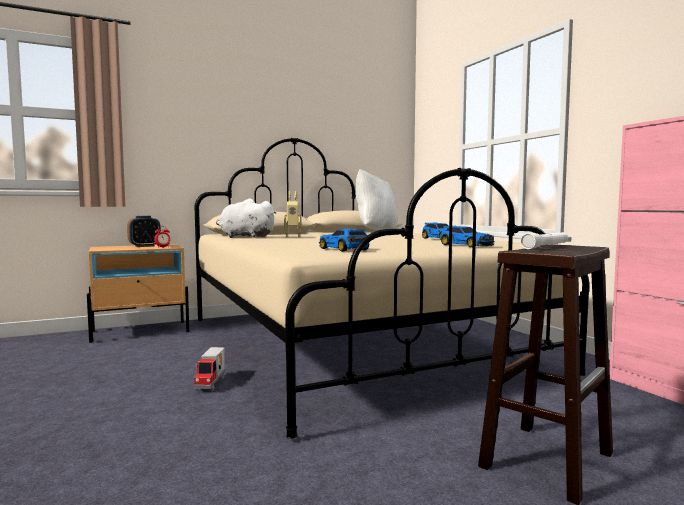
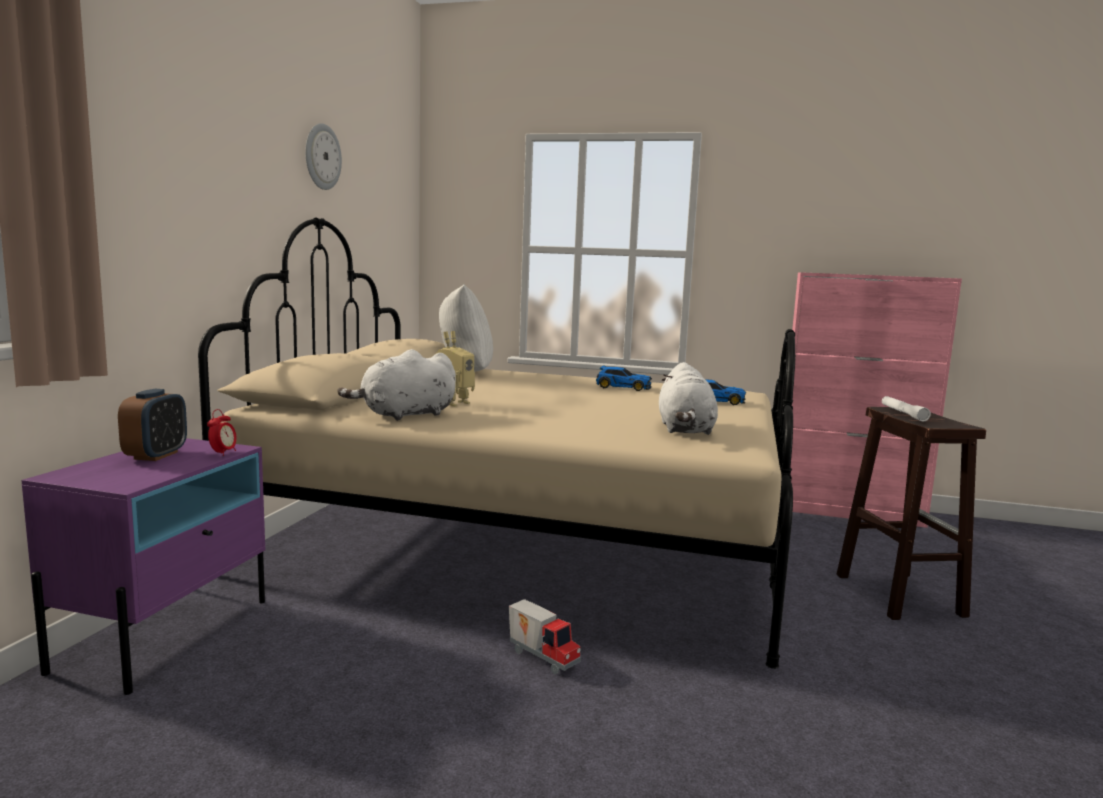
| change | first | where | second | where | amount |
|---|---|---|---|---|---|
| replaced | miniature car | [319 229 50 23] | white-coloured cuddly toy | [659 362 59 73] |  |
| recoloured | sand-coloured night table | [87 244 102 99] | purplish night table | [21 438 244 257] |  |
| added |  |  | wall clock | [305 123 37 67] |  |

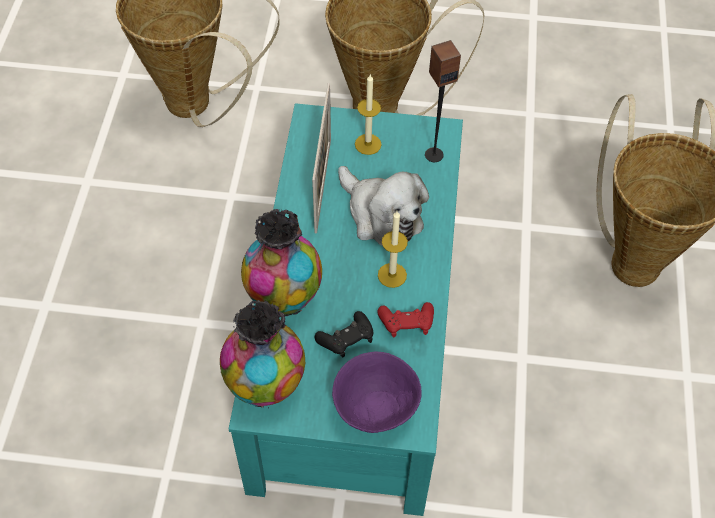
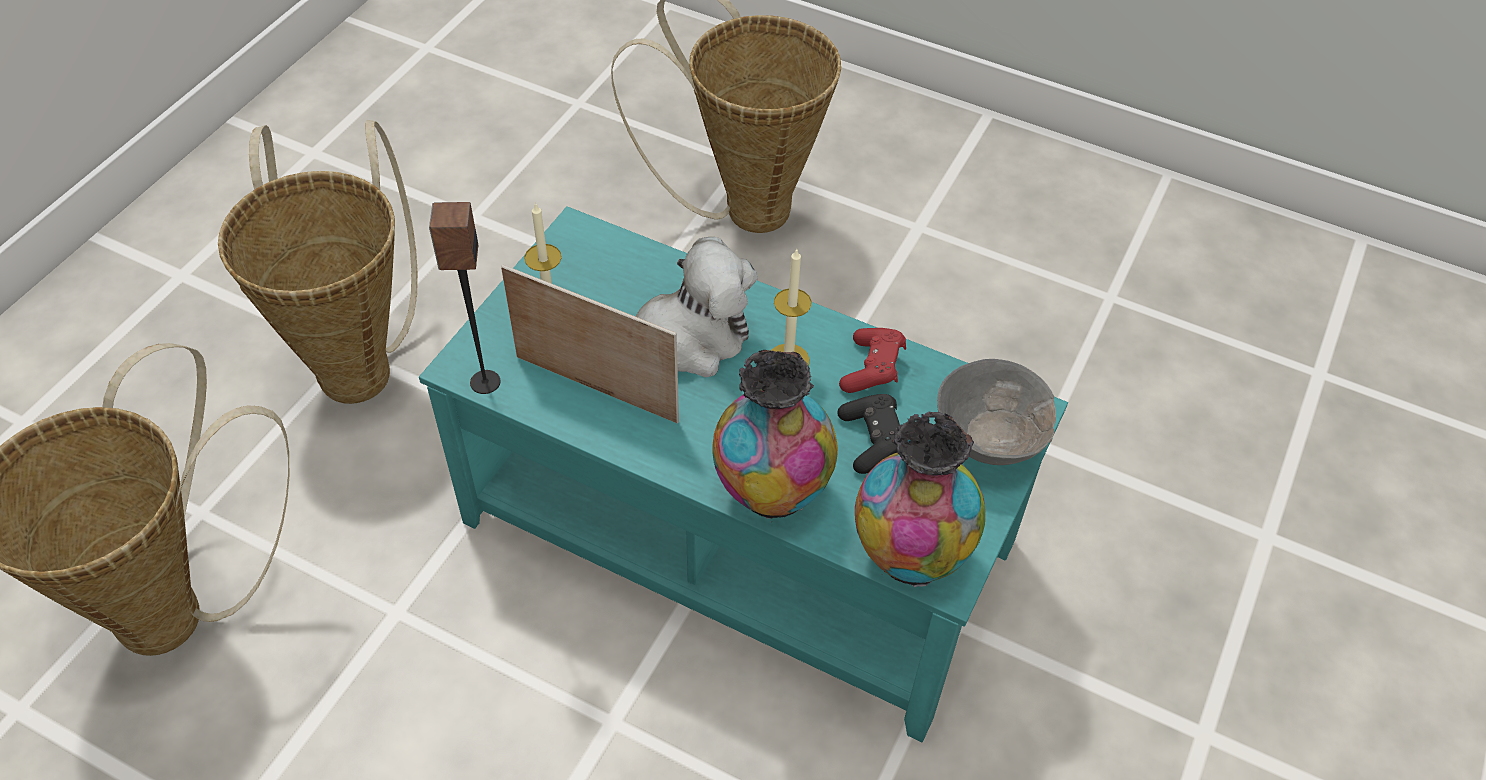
| change | first | where | second | where | amount |
|---|---|---|---|---|---|
| moved | audio speaker | [425 40 36 122] |  | [429 202 72 192] |  |
| recoloured | purplish serving bowl | [332 351 90 82] | gray serving bowl | [937 359 119 106] |  |

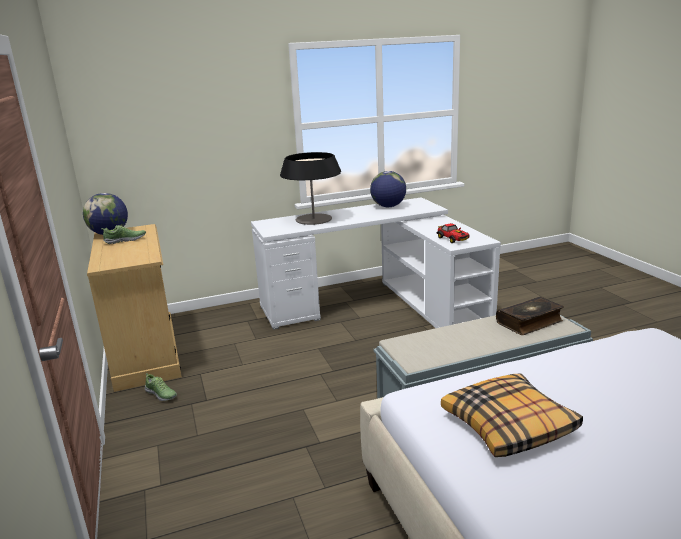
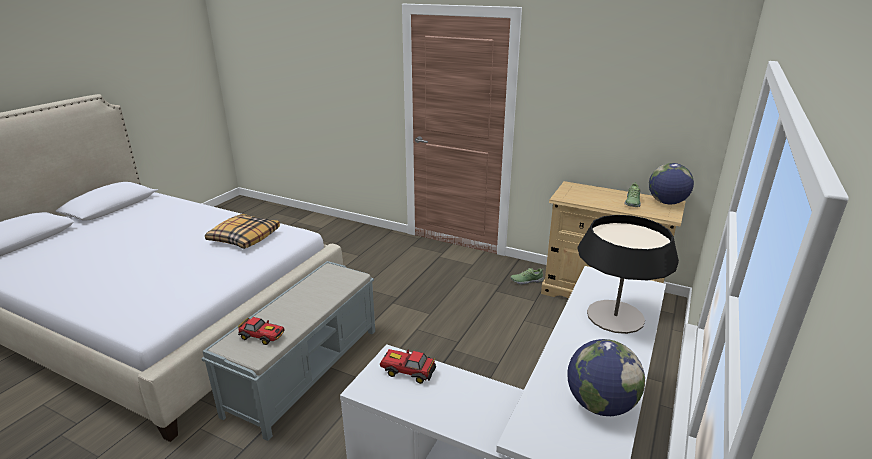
| change | first | where | second | where | amount |
|---|---|---|---|---|---|
| replaced | bound book | [496 297 68 38] | miniature car | [238 317 47 28] |  |

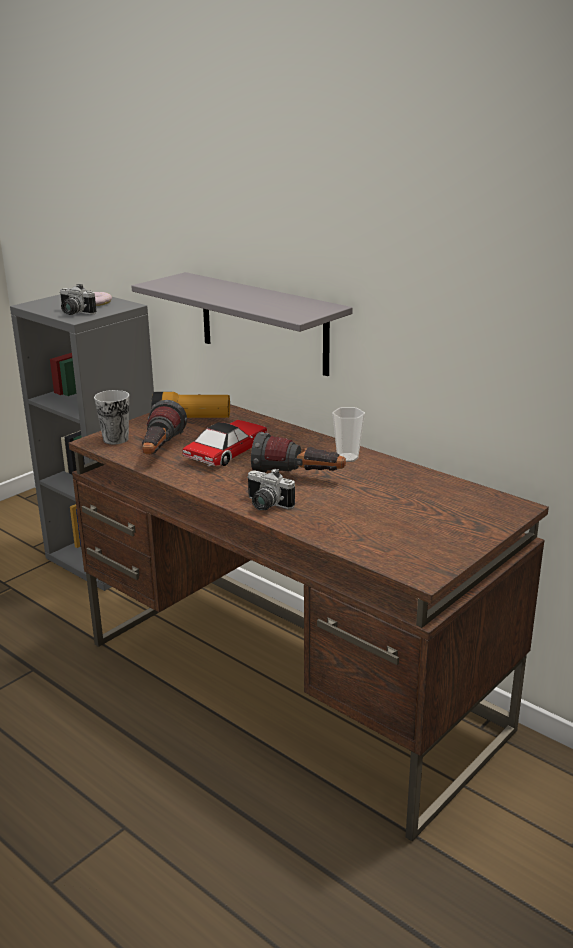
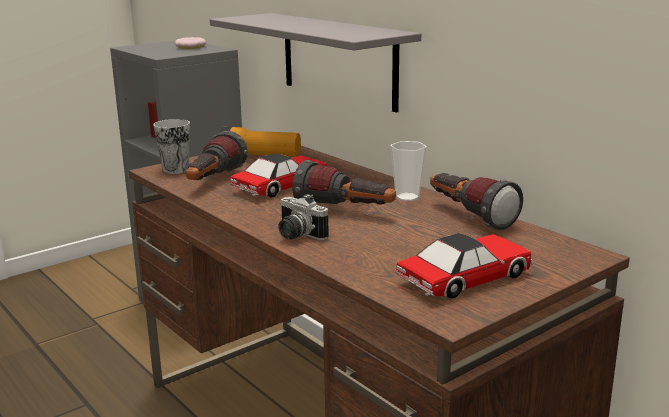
| change | first | where | second | where | amount |
|---|---|---|---|---|---|
| removed | photo camera | [59 284 37 31] |  |  |  |
| added |  |  | hand torch | [430 173 93 57] |  |
| added |  |  | miniature car | [396 233 138 66] |  |

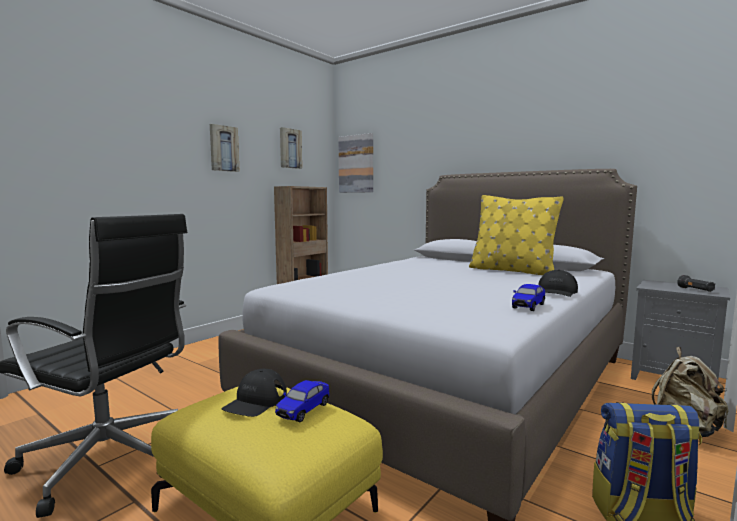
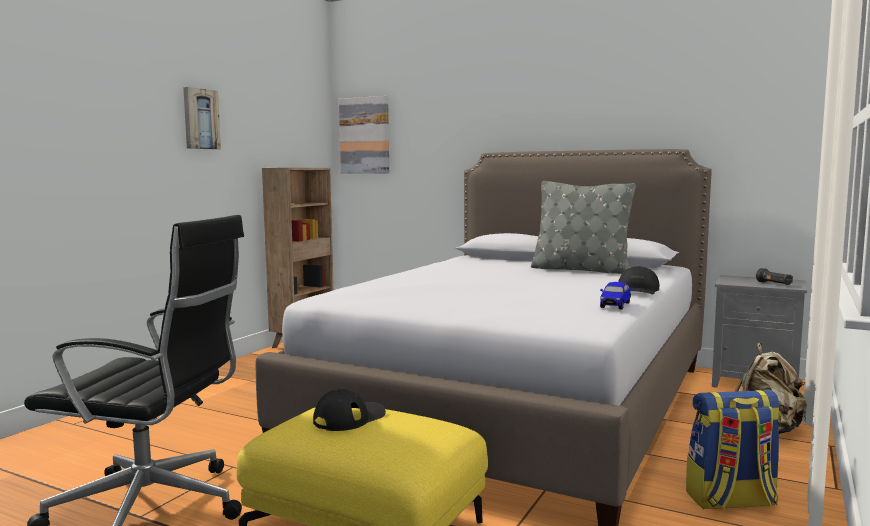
| change | first | where | second | where | amount |
|---|---|---|---|---|---|
| removed | wall picture | [280 127 22 42] |  |  |  |
| recoloured | yellow throw pillow | [469 195 95 80] | gray throw pillow | [531 181 105 93] |  |
| turned | black-coloured peaked cap | [222 369 65 48] |  | [313 389 73 42] | 150 degrees counterclockwise |
| removed | miniature car | [275 380 54 43] |  |  |  |

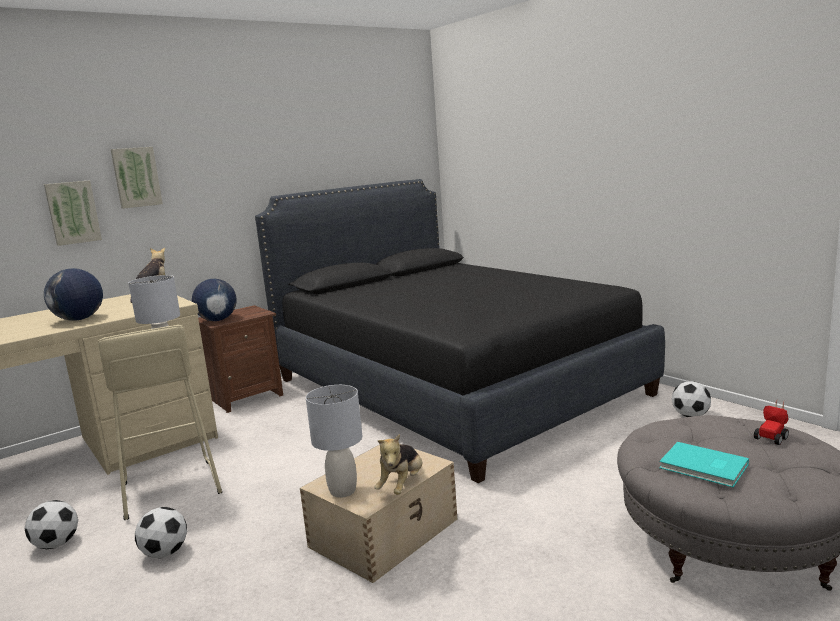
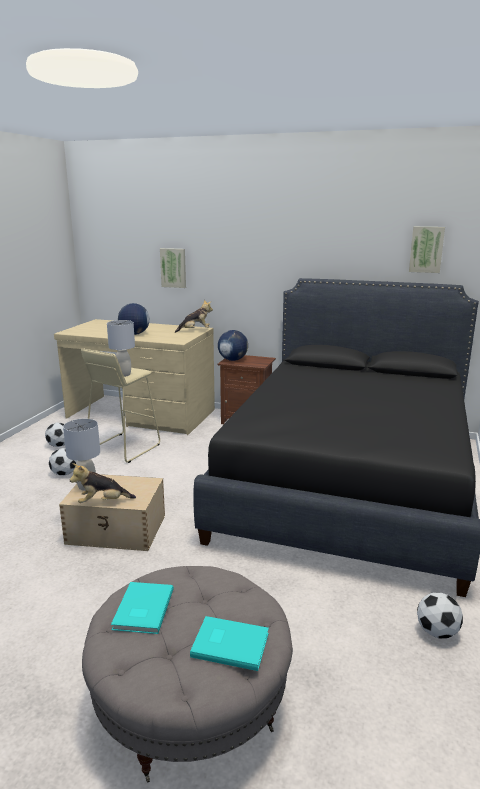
| change | first | where | second | where | amount |
|---|---|---|---|---|---|
| moved | wall picture | [110 147 53 62] |  | [409 227 36 46] |  |
| replaced | miniature car | [754 401 35 44] | turquoise-coloured bound book | [190 616 79 55] |  |

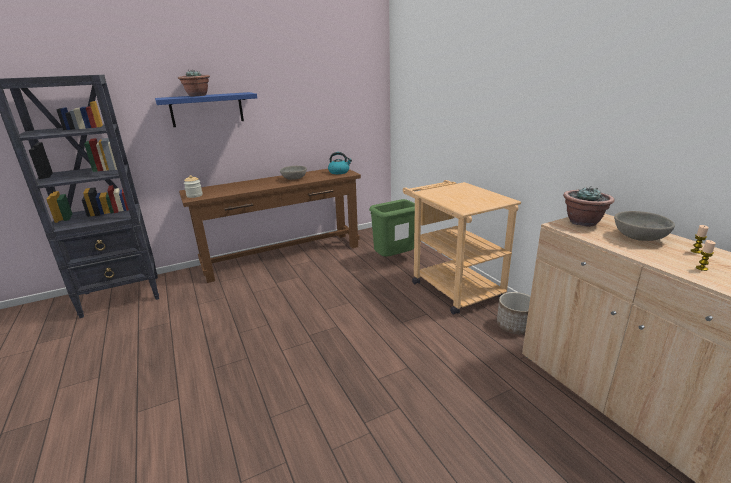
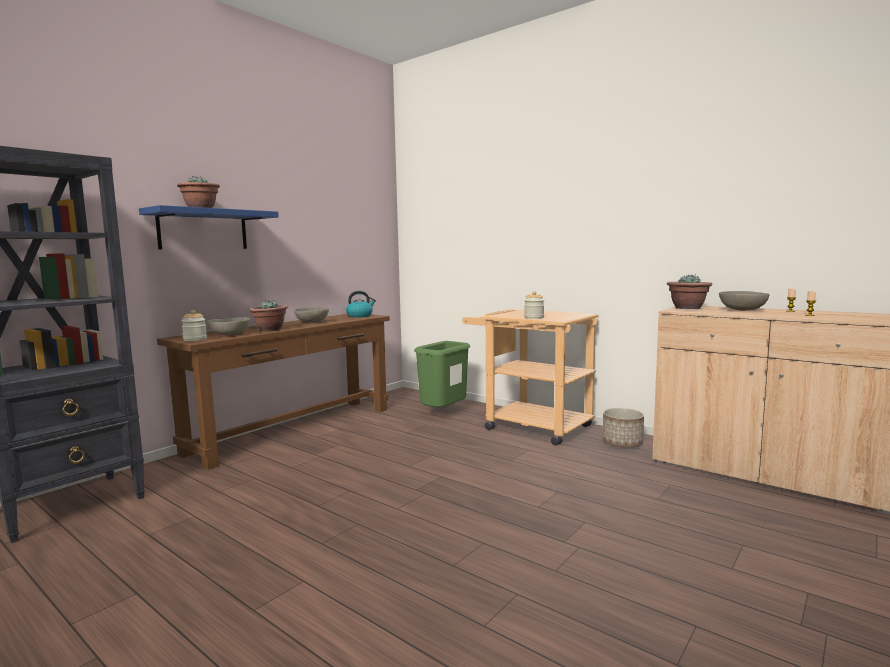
| change | first | where | second | where | amount |
|---|---|---|---|---|---|
| added |  |  | storage jar | [524 291 20 28] |  |
| added |  |  | plant in a pot | [249 300 39 31] |  |
| added |  |  | gray serving bowl | [208 317 43 19] |  |

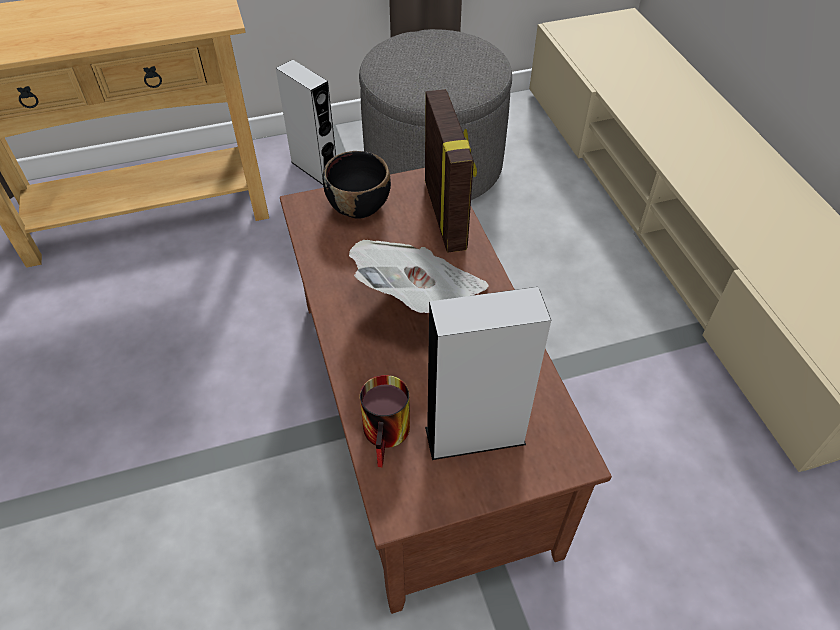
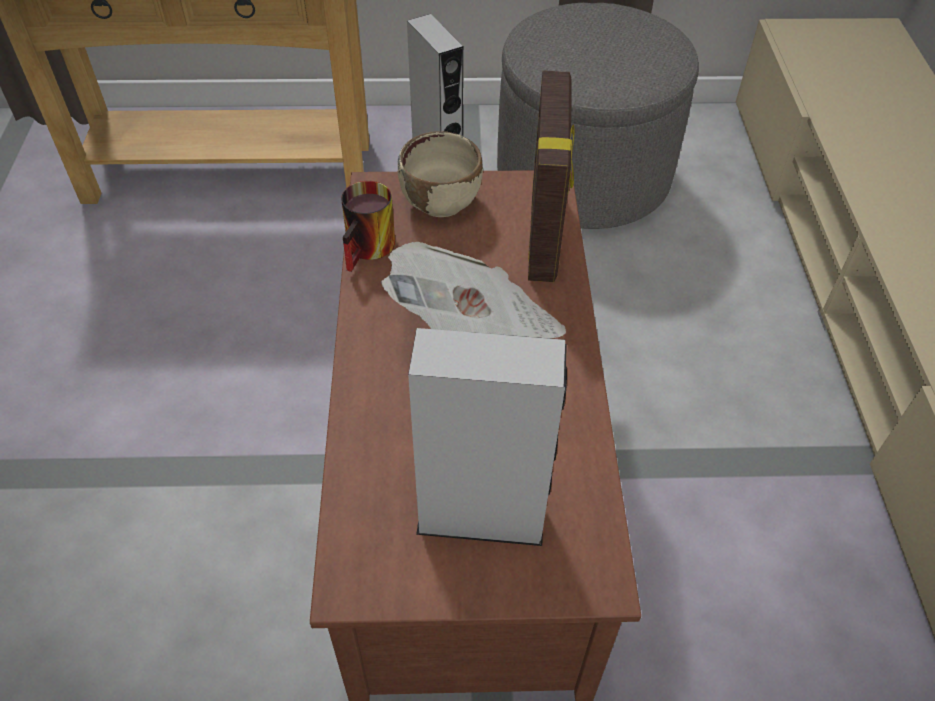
| change | first | where | second | where | amount |
|---|---|---|---|---|---|
| recoloured | black-coloured serving bowl | [323 151 68 68] | sand-coloured serving bowl | [398 131 85 86] |  |
| moved | coffee mug | [360 375 50 92] |  | [341 181 54 91] |  |

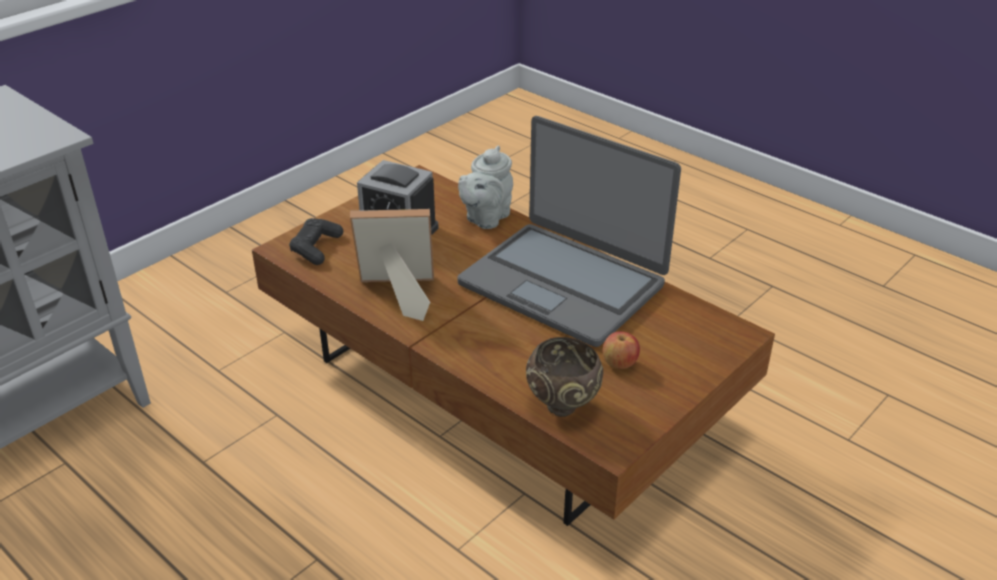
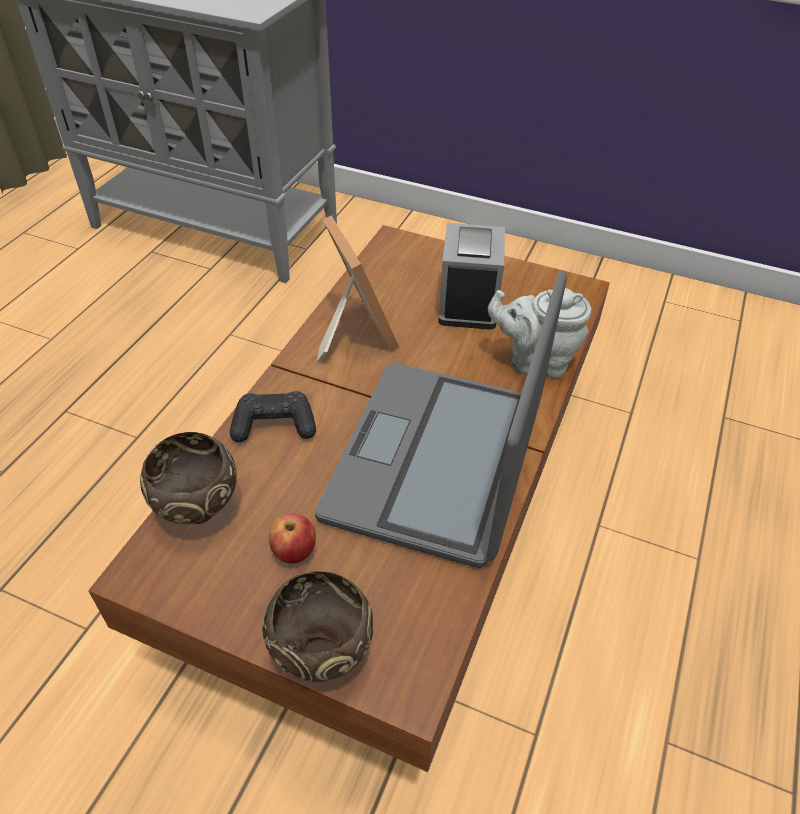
| change | first | where | second | where | amount |
|---|---|---|---|---|---|
| moved | black-coloured game controller | [289 218 54 47] |  | [230 391 86 51] |  |
| added |  |  | brownish serving bowl | [262 571 111 111] |  |

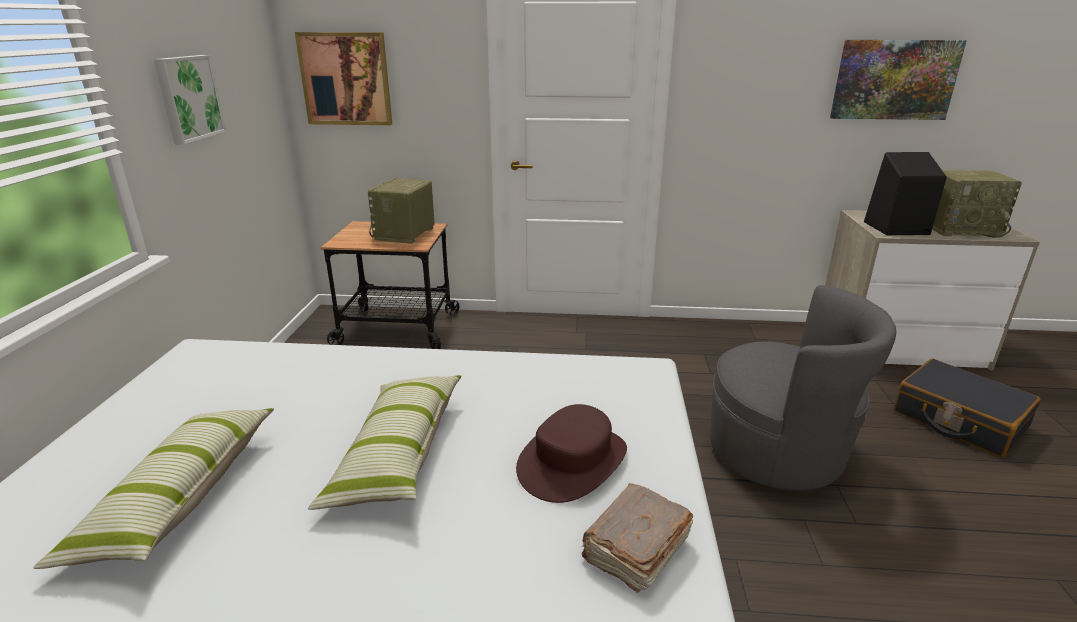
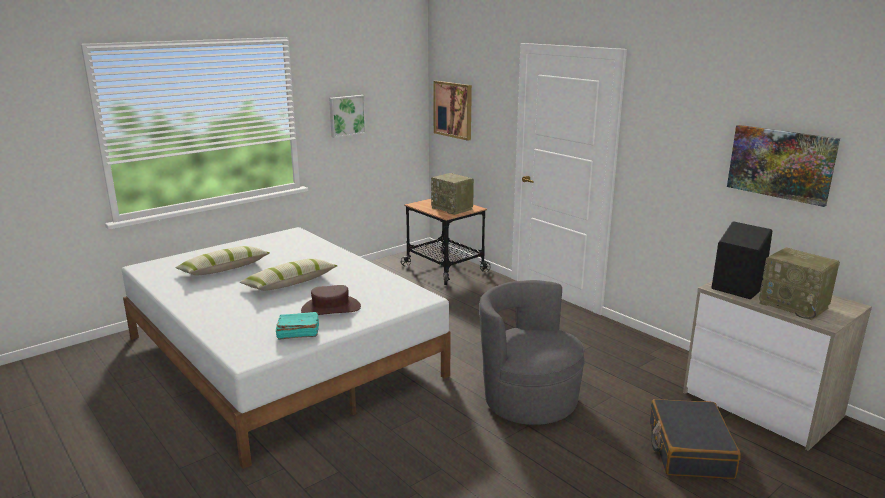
| change | first | where | second | where | amount |
|---|---|---|---|---|---|
| turned | radio | [368 178 67 66] |  | [431 173 43 42] | 105 degrees counterclockwise |
| turned | gray lounge chair | [710 285 186 206] |  | [479 280 106 145] | 150 degrees clockwise |
| recoloured | brownish bound book | [581 483 112 110] | turquoise-coloured bound book | [276 312 43 28] |  |

